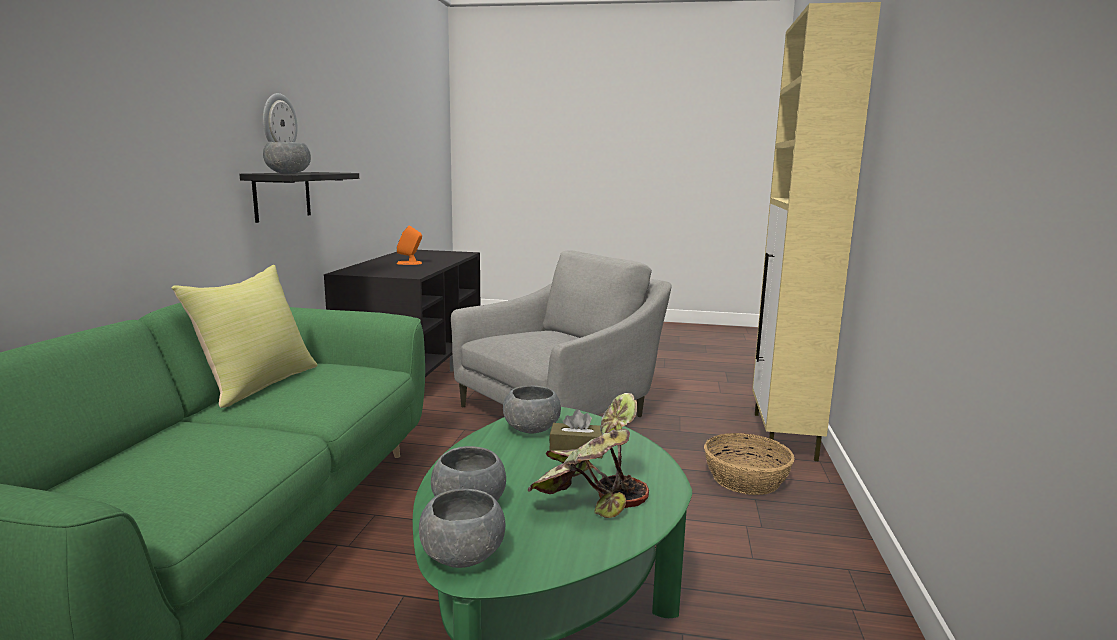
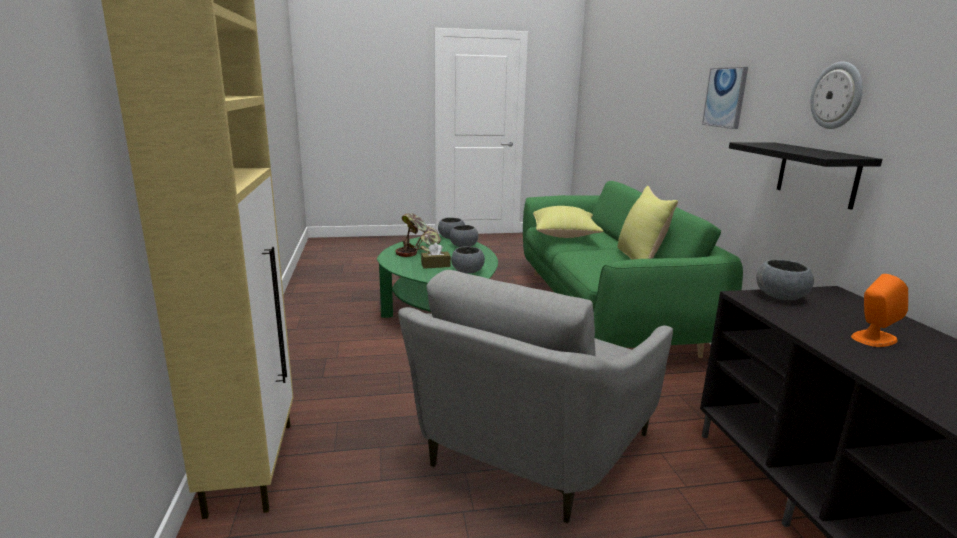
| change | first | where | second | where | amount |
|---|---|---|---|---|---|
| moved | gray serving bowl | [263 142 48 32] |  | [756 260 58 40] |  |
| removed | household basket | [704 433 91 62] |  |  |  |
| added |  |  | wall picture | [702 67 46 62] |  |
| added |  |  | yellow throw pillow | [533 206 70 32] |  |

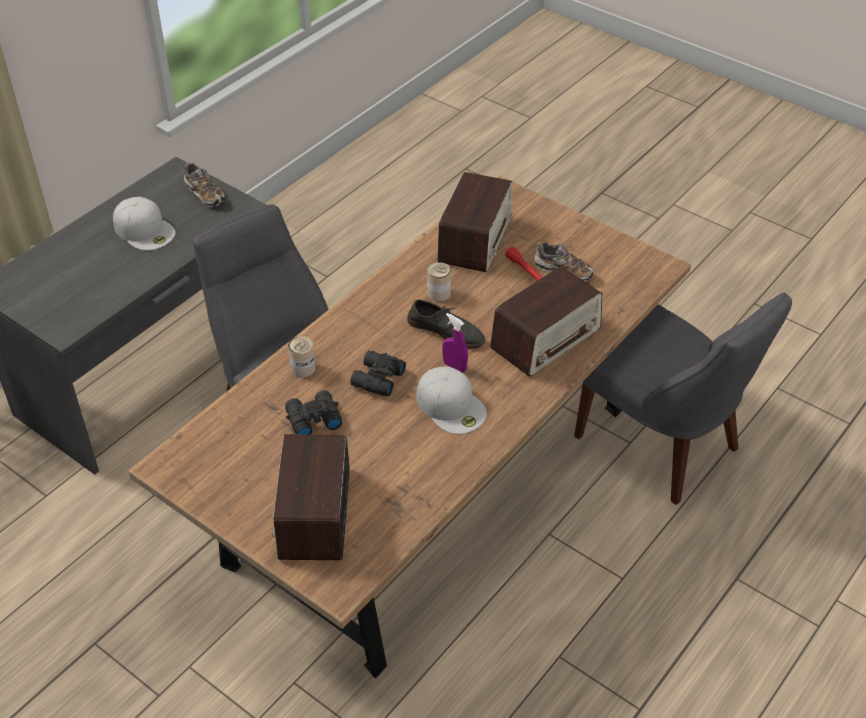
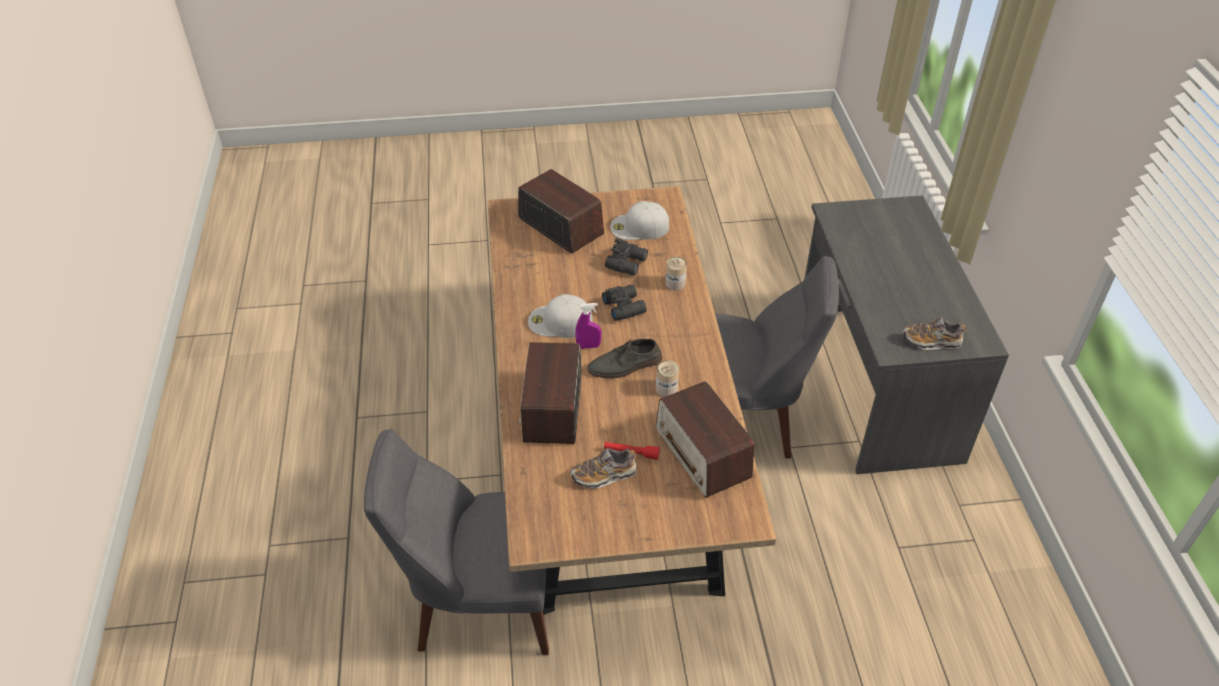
| change | first | where | second | where | amount |
|---|---|---|---|---|---|
| moved | white-coloured peaked cap | [113 197 63 54] |  | [610 201 59 39] |  |

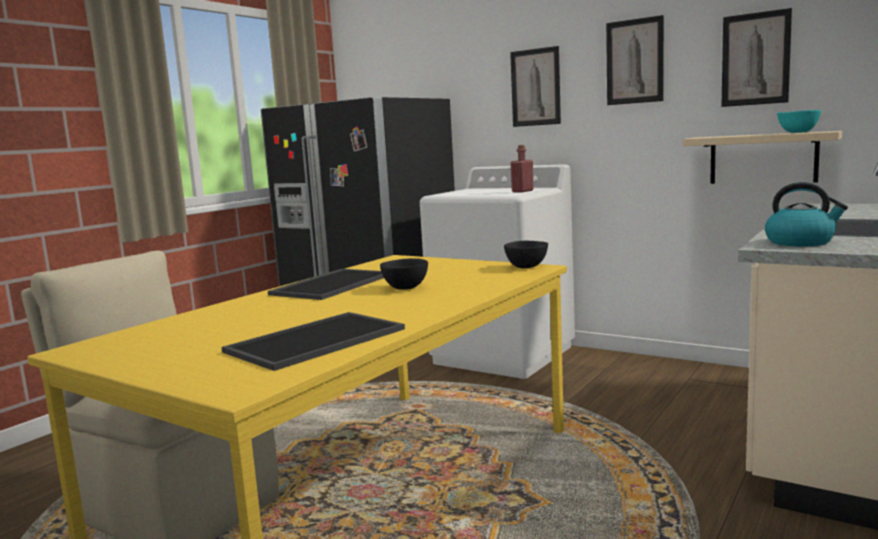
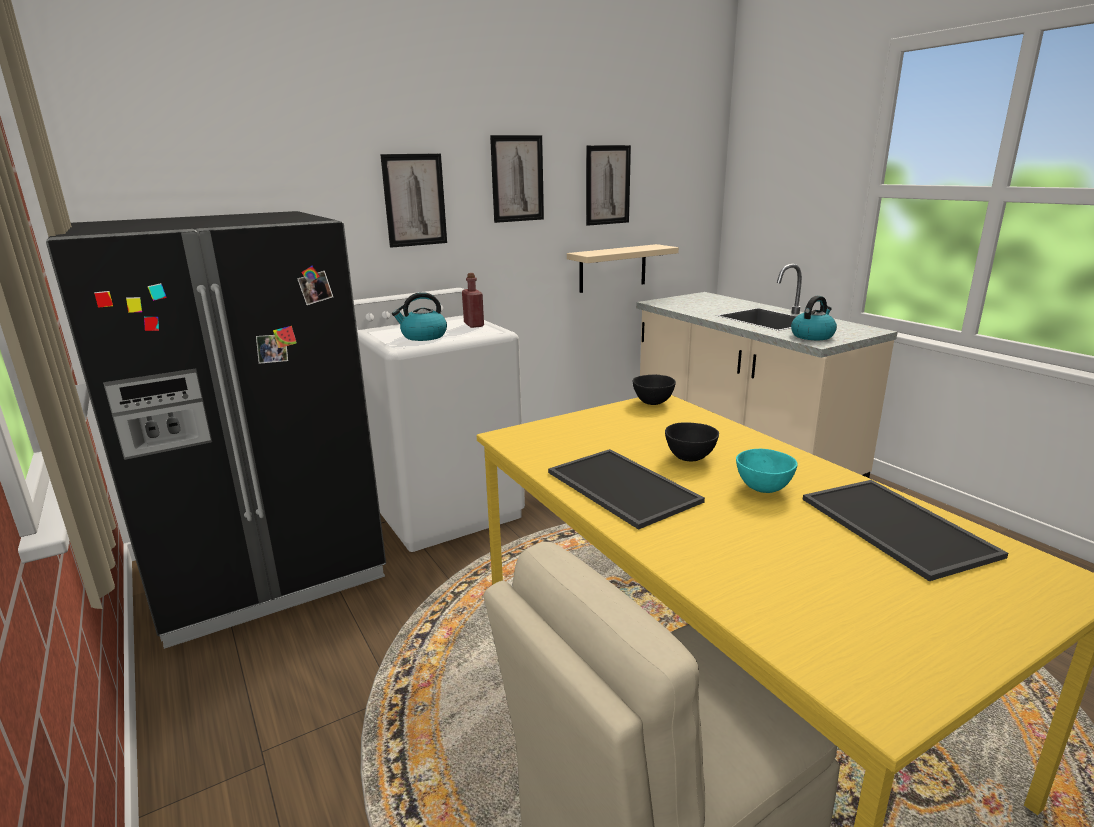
| change | first | where | second | where | amount |
|---|---|---|---|---|---|
| moved | turquoise-coloured serving bowl | [777 110 44 23] |  | [736 449 62 44] |  |
| added |  |  | tea kettle | [392 292 55 49] |  |

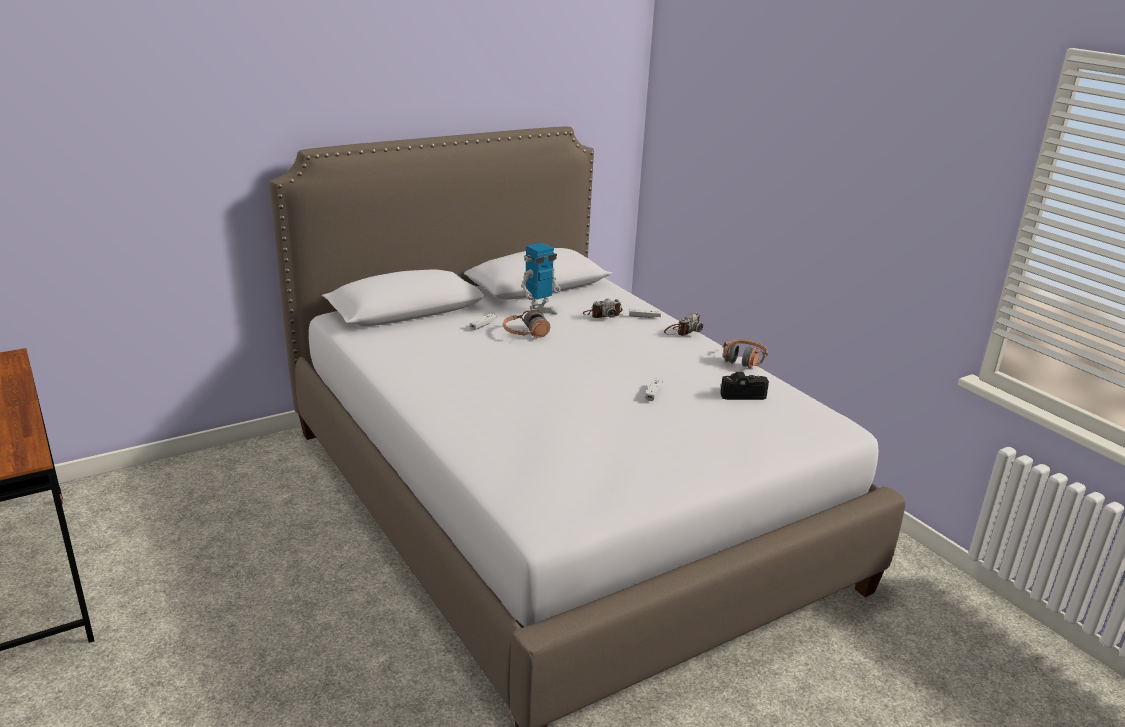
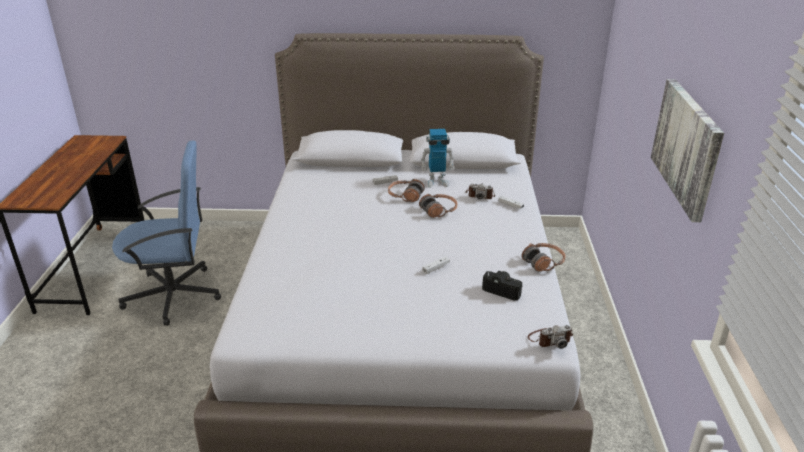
| change | first | where | second | where | amount |
|---|---|---|---|---|---|
| moved | photo camera | [664 312 39 24] |  | [528 325 45 24] |  |
| added |  |  | wall picture | [651 79 73 143] |  |
| added |  |  | bluish office chair | [112 141 109 185] |  |
| added |  |  | headset | [419 194 38 24] |  |

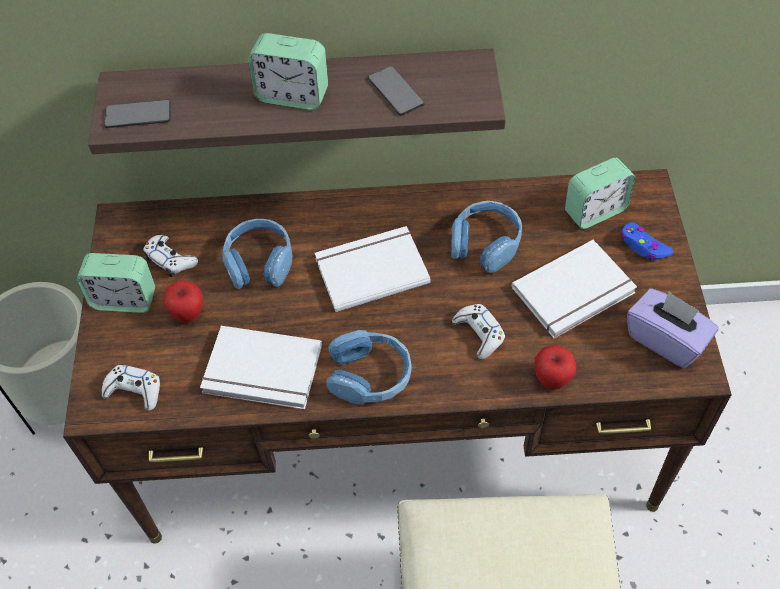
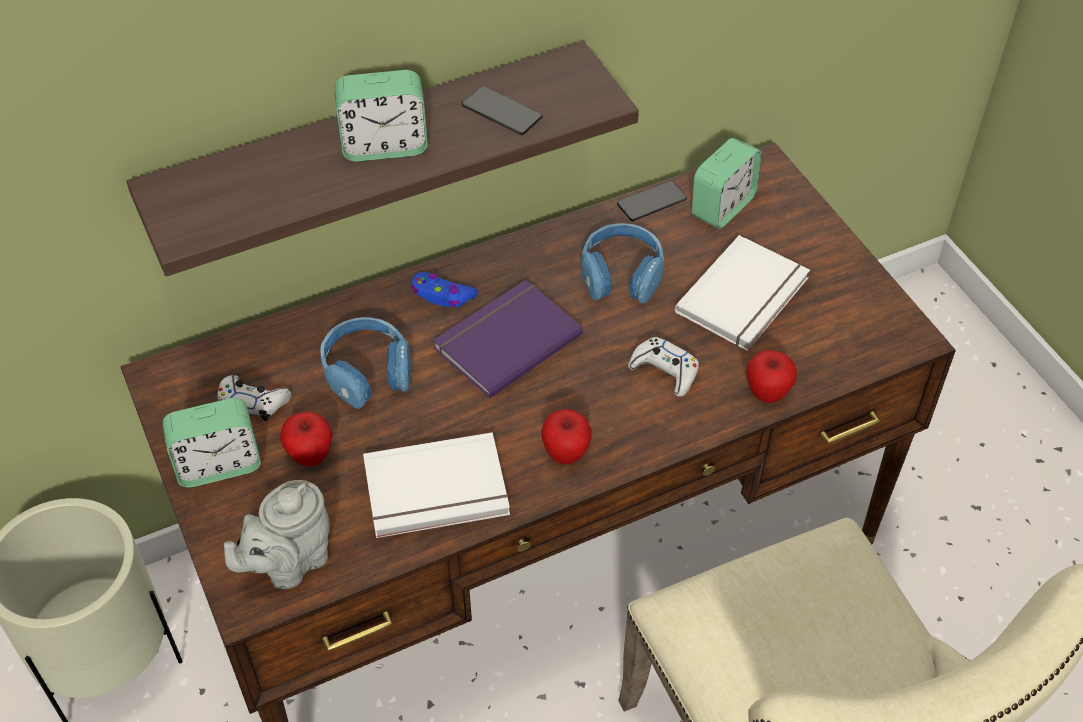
| change | first | where | second | where | amount |
|---|---|---|---|---|---|
| moved | handset | [104 100 67 28] |  | [617 181 70 40] |  |
| moved | bluish game controller | [621 222 52 38] |  | [411 272 67 35] |  |
| recoloured | white-coloured bound book | [315 226 116 86] | purplish bound book | [433 280 150 119] |  |
| removed | purplish tissue holder | [627 288 92 80] |  |  |  |
| replaced | bluish headset | [326 330 86 74] | whole apple | [541 409 51 55] |  |
| replaced | white-coloured game controller | [101 364 59 47] | gray teapot | [224 480 106 109] |  |

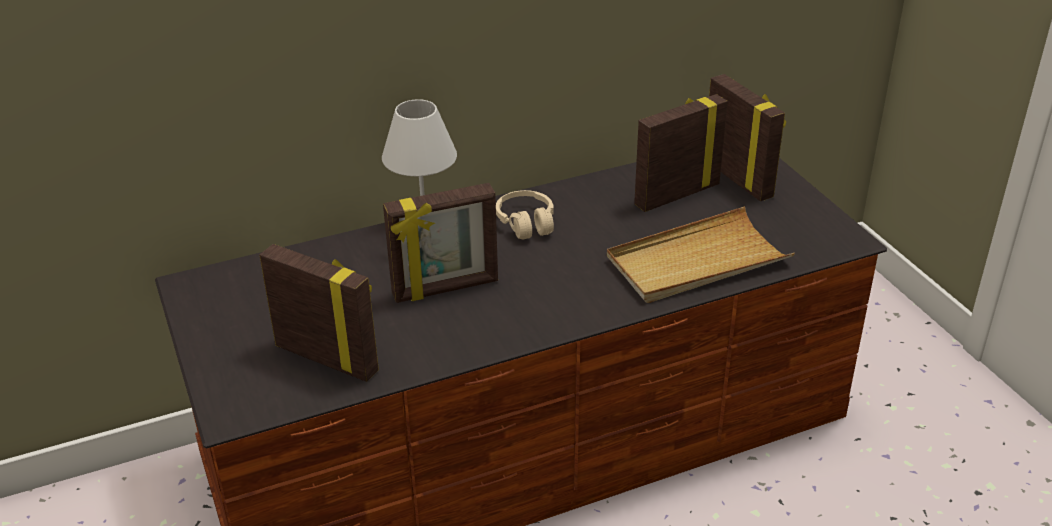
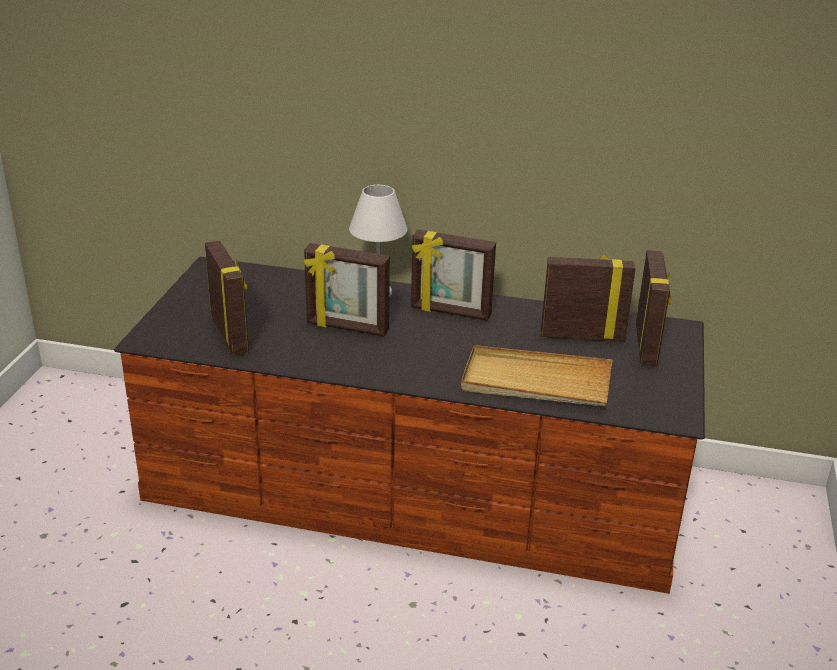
| change | first | where | second | where | amount |
|---|---|---|---|---|---|
| replaced | sand-coloured headset | [496 190 58 49] | picture frame | [411 229 85 92] |  |

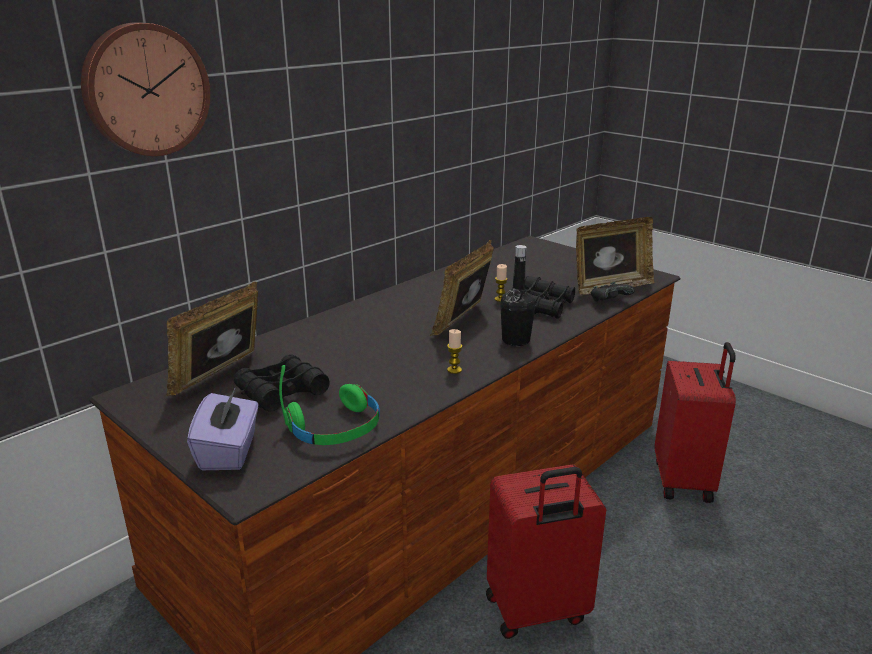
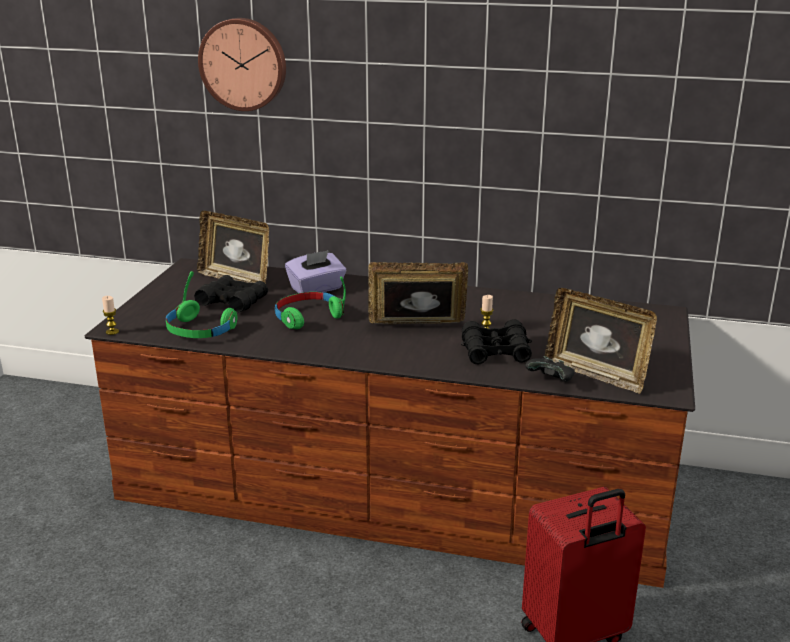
| change | first | where | second | where | amount |
|---|---|---|---|---|---|
| removed | black-coloured beverage bottle | [500 245 36 101] |  |  |  |
| turned | picture frame | [166 281 92 115] |  | [197 211 72 72] | 150 degrees counterclockwise |
| moved | wax candle | [447 329 15 45] |  | [102 296 17 39] |  |
| moved | purplish tissue holder | [187 387 72 83] |  | [285 250 61 43] |  |
| removed | red travel case | [486 465 120 174] |  |  |  |
| added |  |  | green headset | [275 277 71 52] |  |

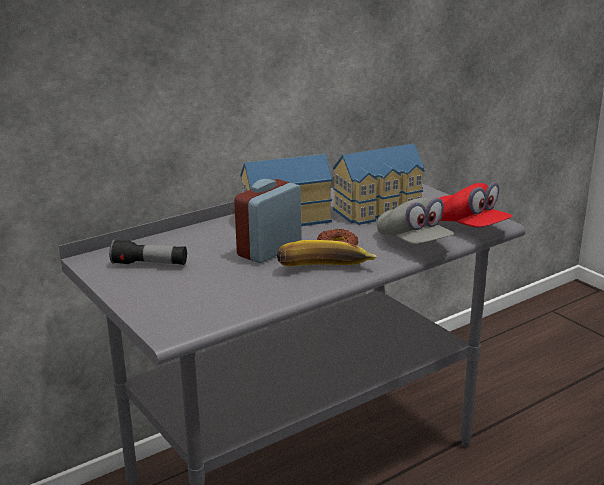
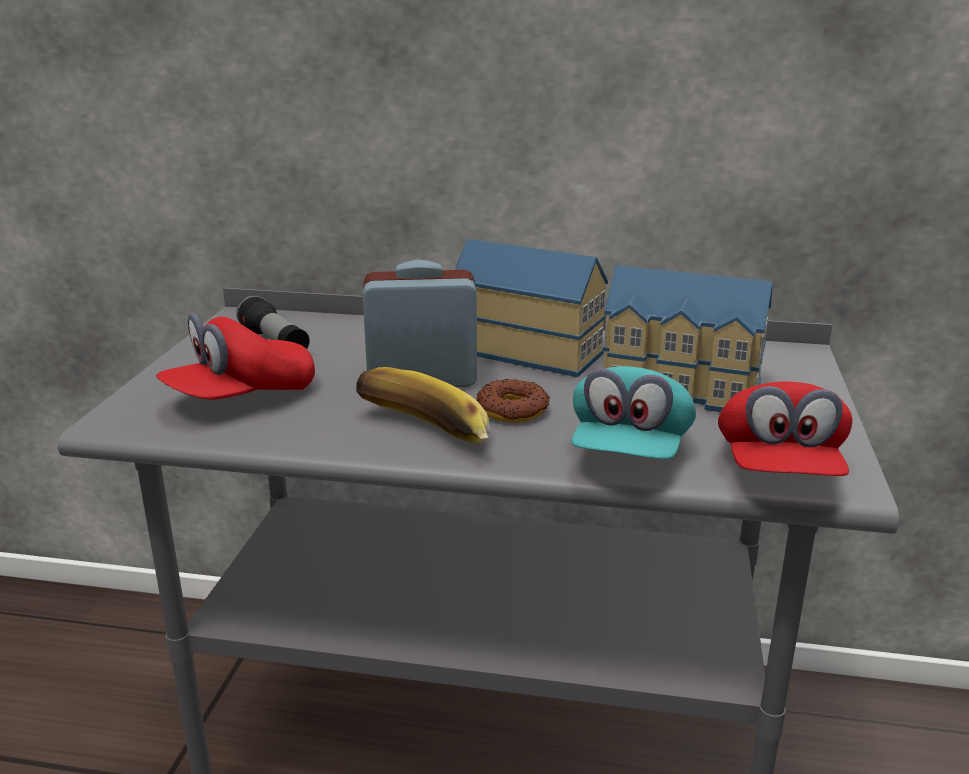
| change | first | where | second | where | amount |
|---|---|---|---|---|---|
| recoloured | gray peaked cap | [377 198 77 46] | turquoise-coloured peaked cap | [572 366 124 93] |  |
| added |  |  | red peaked cap | [156 313 159 87] |  |

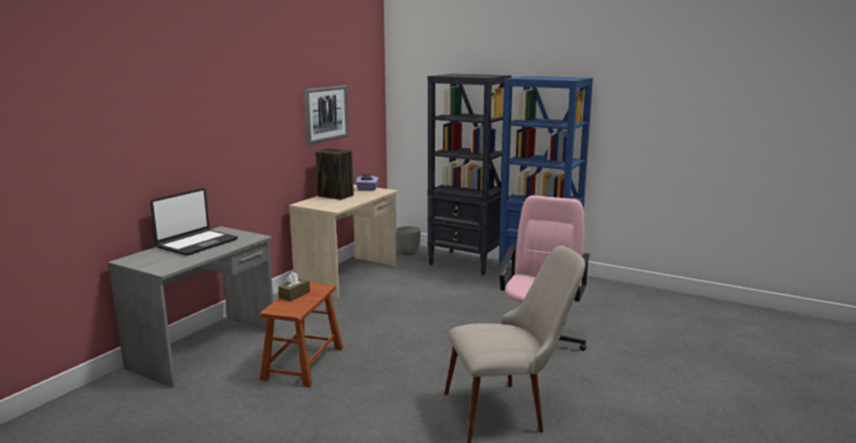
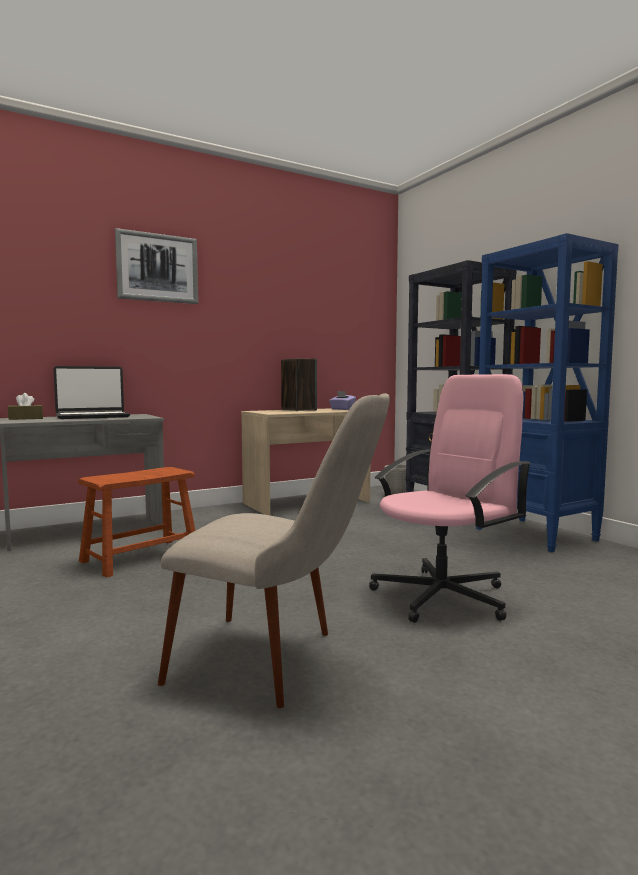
| change | first | where | second | where | amount |
|---|---|---|---|---|---|
| moved | wall picture | [304 85 45 60] |  | [115 228 83 76] |  |
| moved | brownish tissue holder | [278 272 32 29] |  | [8 393 35 27] |  |

